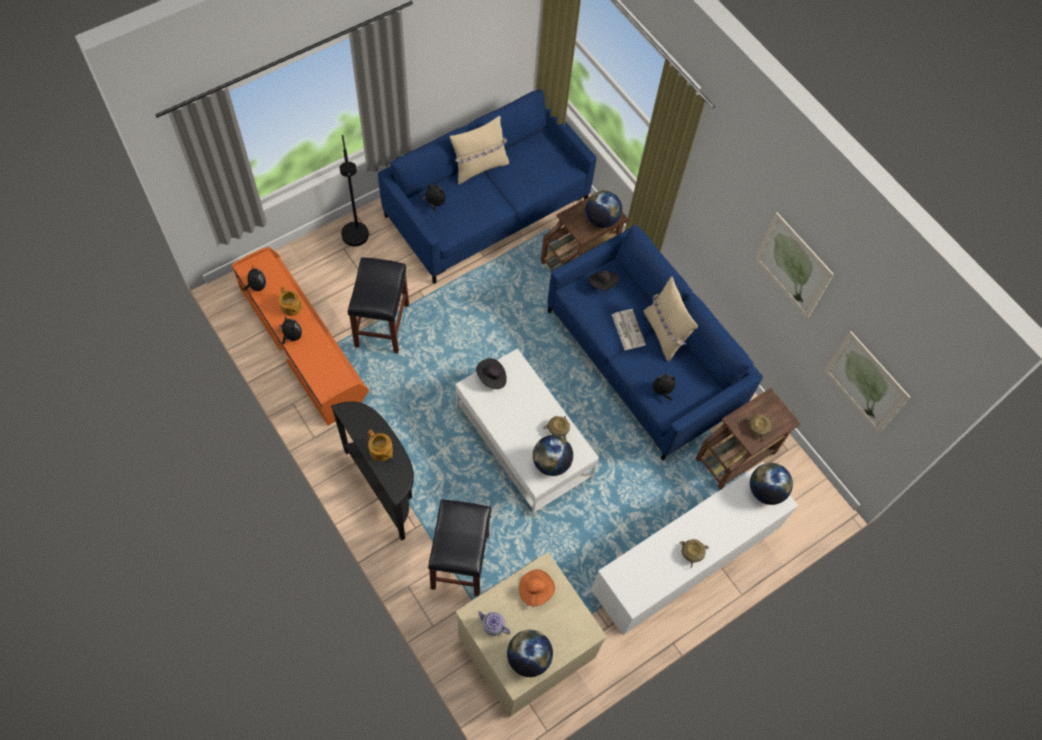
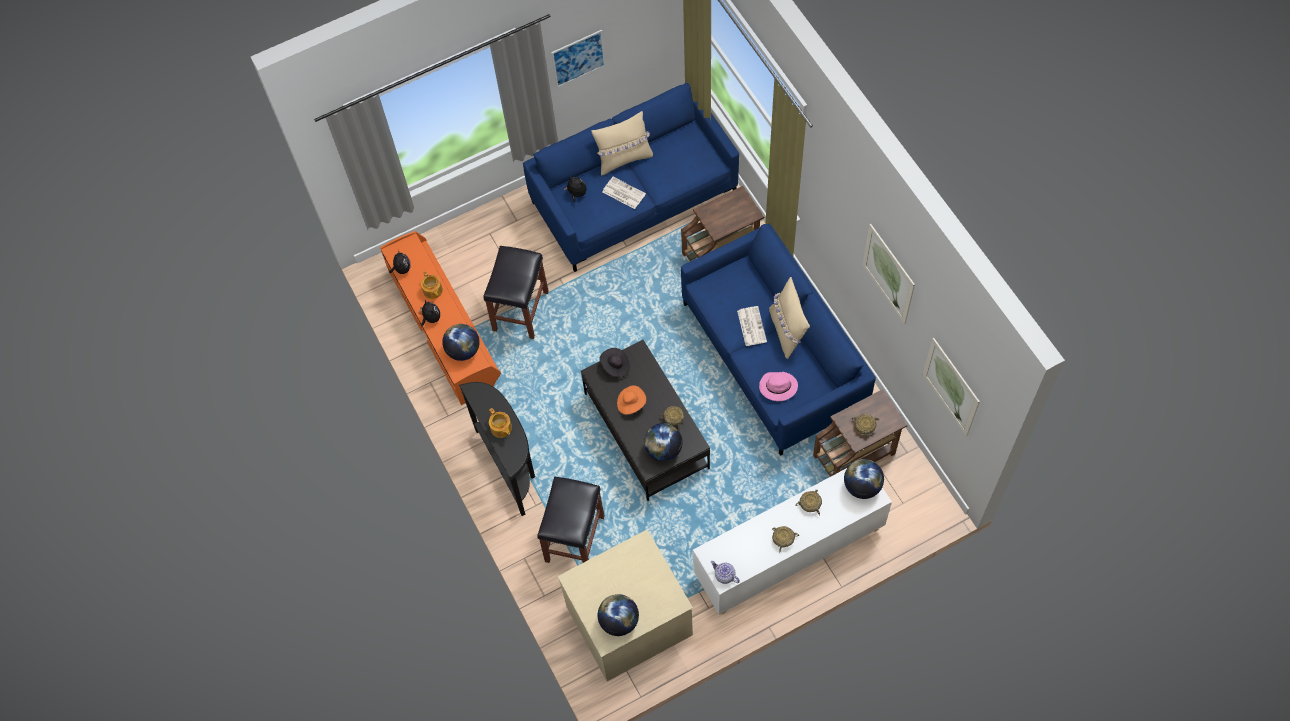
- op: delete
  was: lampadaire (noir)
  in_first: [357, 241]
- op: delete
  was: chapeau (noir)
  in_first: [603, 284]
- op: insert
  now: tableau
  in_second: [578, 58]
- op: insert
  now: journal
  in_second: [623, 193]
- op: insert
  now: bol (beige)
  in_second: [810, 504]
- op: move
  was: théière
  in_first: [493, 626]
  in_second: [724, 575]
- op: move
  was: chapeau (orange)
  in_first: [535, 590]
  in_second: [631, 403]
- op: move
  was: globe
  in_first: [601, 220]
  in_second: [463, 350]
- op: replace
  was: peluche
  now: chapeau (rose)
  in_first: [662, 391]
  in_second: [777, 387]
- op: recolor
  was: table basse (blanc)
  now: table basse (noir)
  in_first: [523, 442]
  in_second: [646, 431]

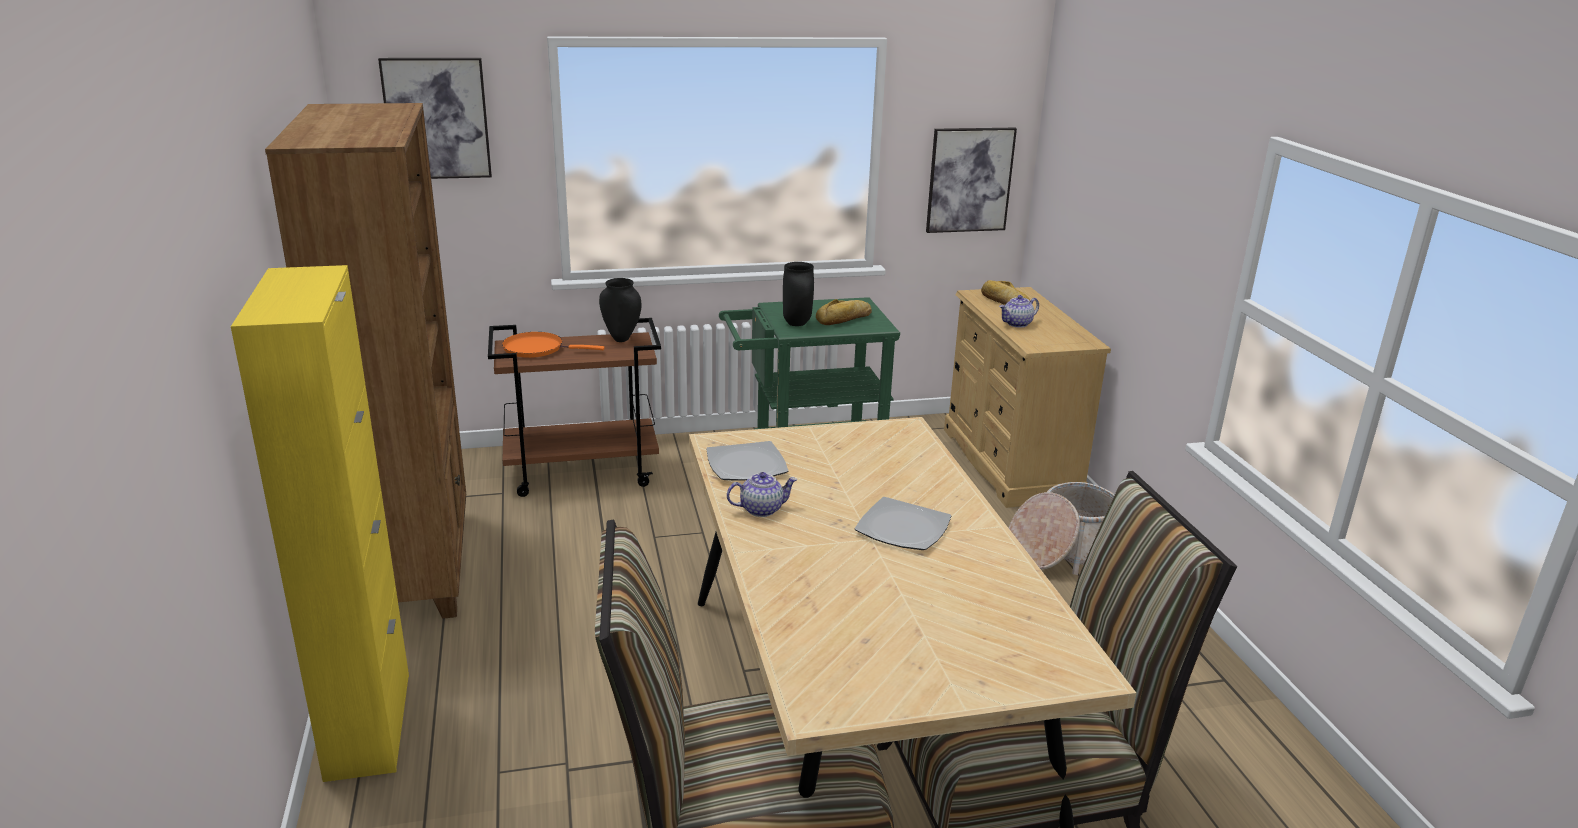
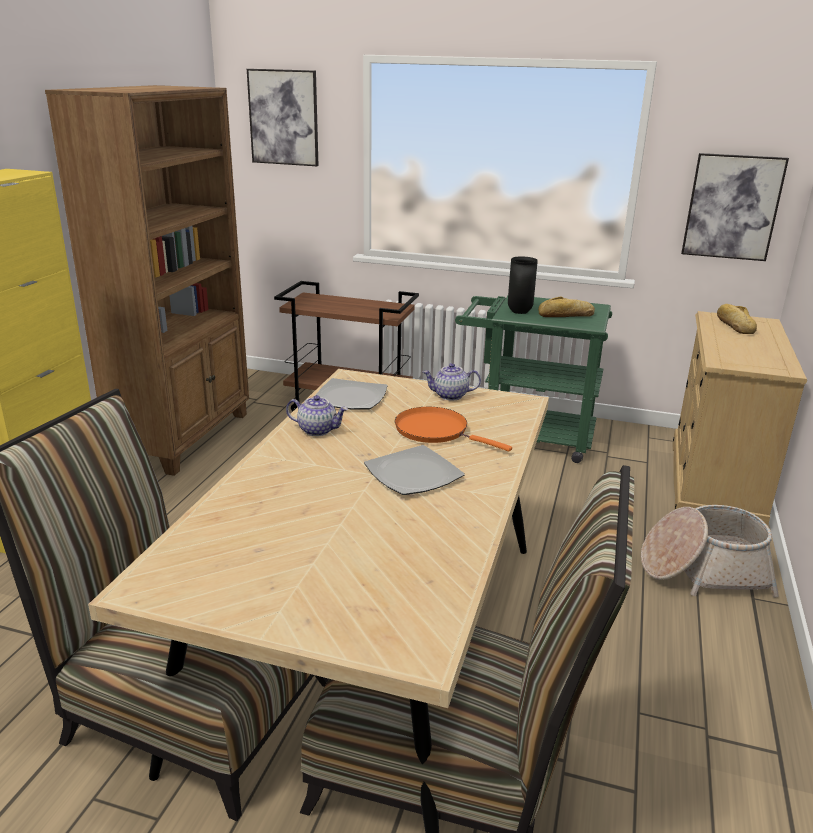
- op: delete
  was: vase (noir)
  in_first: [622, 339]
- op: move
  was: poêle (orange)
  in_first: [537, 349]
  in_second: [436, 431]
- op: move
  was: théière
  in_first: [1017, 324]
  in_second: [450, 396]

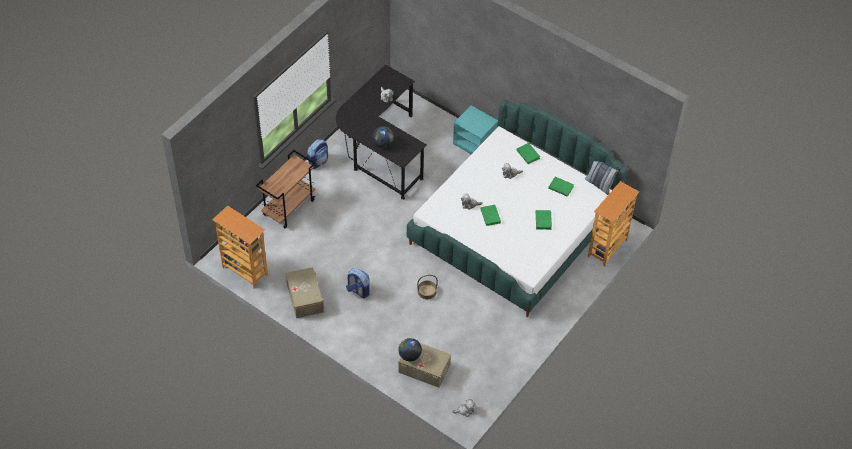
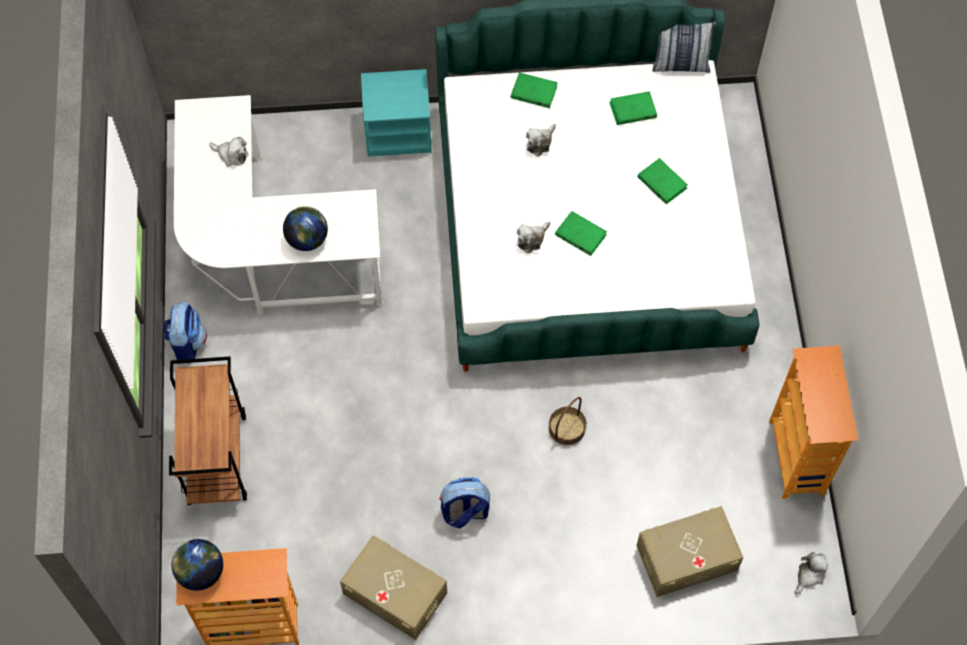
- op: move
  was: globe
  in_first: [409, 355]
  in_second: [201, 572]
- op: move
  was: bibliothèque
  in_first: [607, 248]
  in_second: [797, 458]
- op: recolor
  was: bureau (noir)
  now: bureau (blanc)
  in_first: [379, 150]
  in_second: [266, 250]

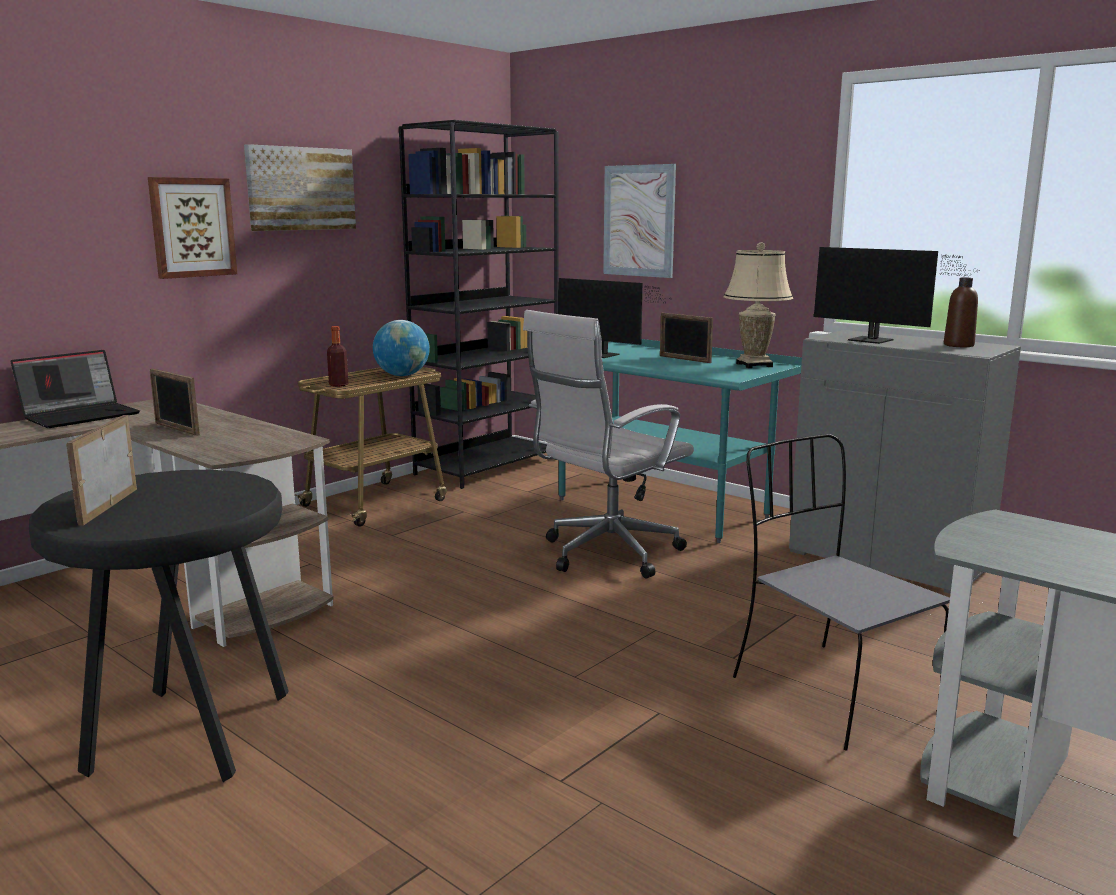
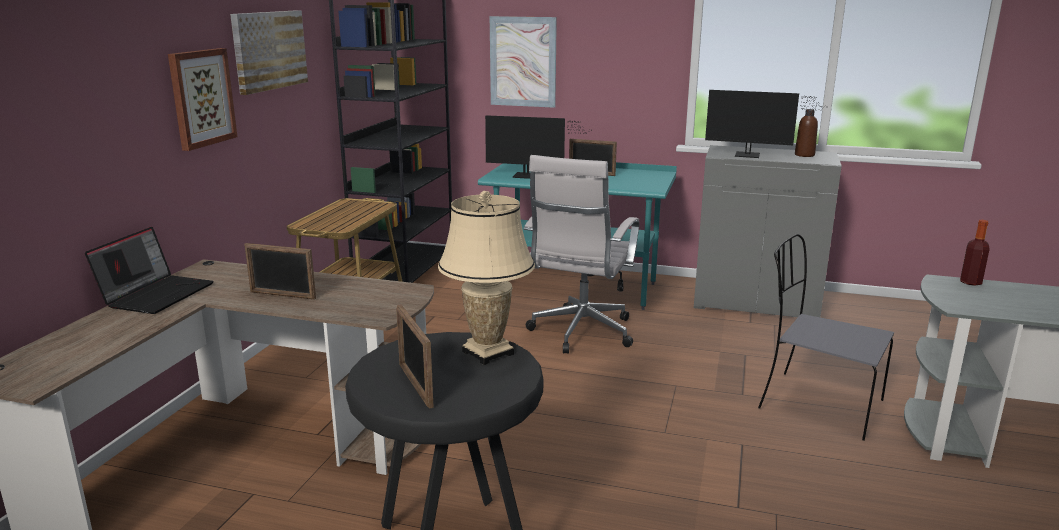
- op: delete
  was: globe
  in_first: [402, 375]
- op: move
  was: bouteille
  in_first: [338, 385]
  in_second: [970, 282]
- op: move
  was: lampe de table (beige)
  in_first: [754, 365]
  in_second: [487, 353]

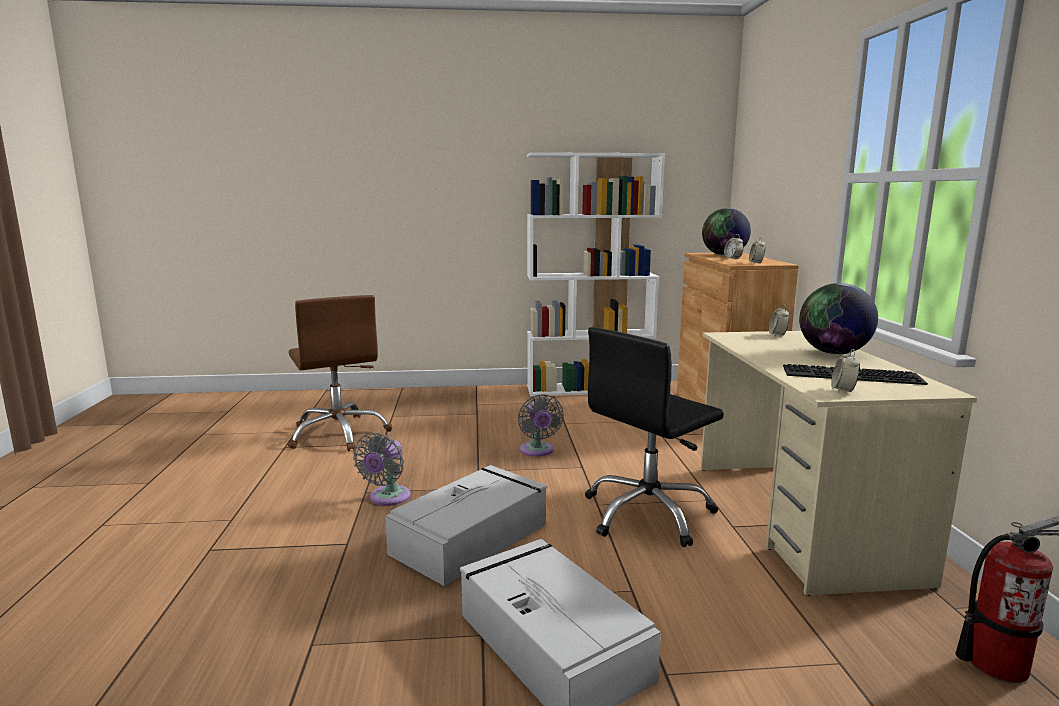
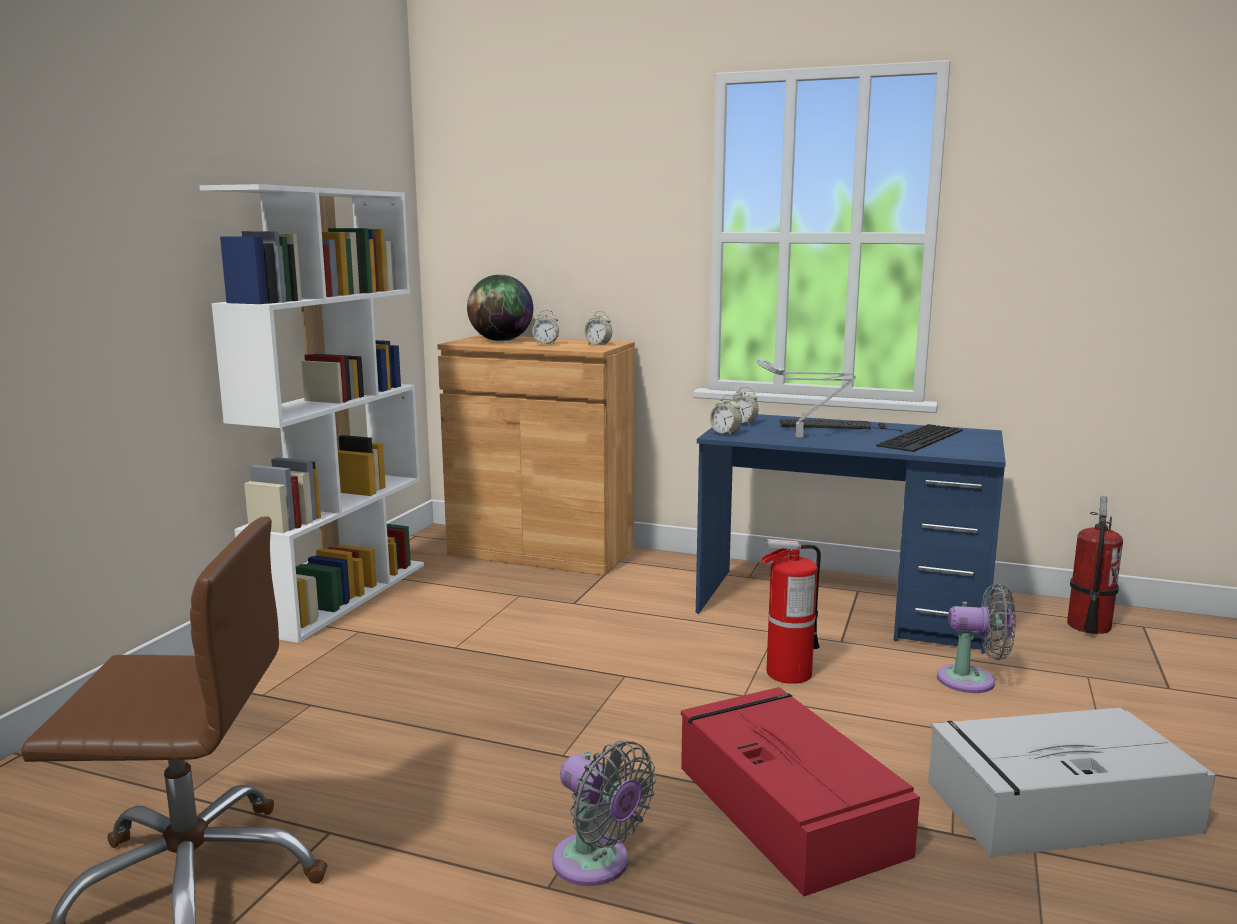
- op: insert
  now: lampe de table (gris)
  in_second: [802, 437]
- op: move
  was: ventilateur (gris)
  in_first: [537, 451]
  in_second: [972, 680]
- op: move
  was: réveil
  in_first: [843, 390]
  in_second: [725, 433]
- op: replace
  was: chaise de bureau (noir)
  now: extincteur
  in_first: [648, 514]
  in_second: [788, 673]
- op: replace
  was: globe
  now: clavier
  in_first: [833, 353]
  in_second: [836, 426]
- op: recolor
  was: boîte de rangement (gris)
  now: boîte de rangement (rouge)
  in_first: [472, 537]
  in_second: [786, 807]
- op: recolor
  was: bureau (beige)
  now: bureau (bleu)
  in_first: [798, 519]
  in_second: [842, 609]

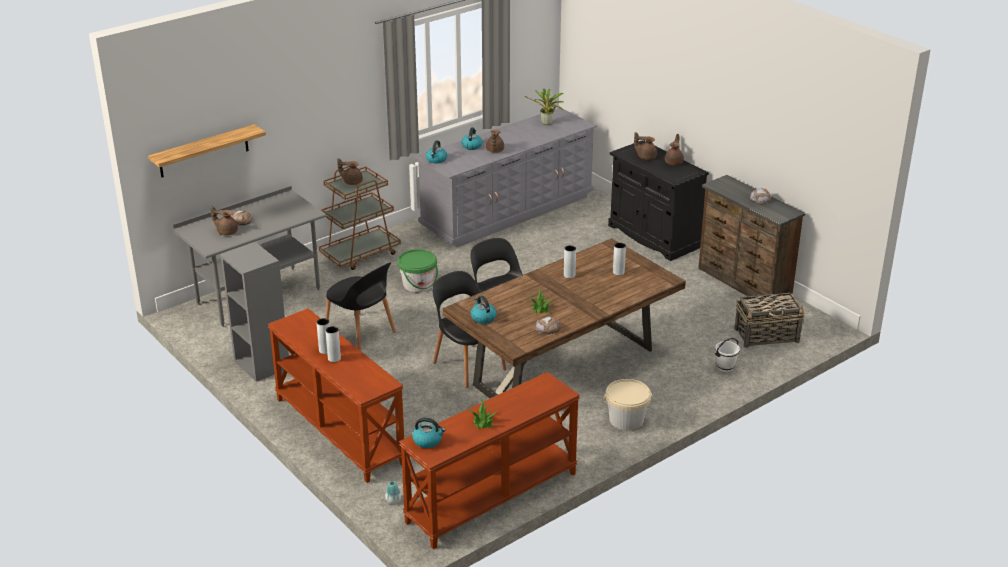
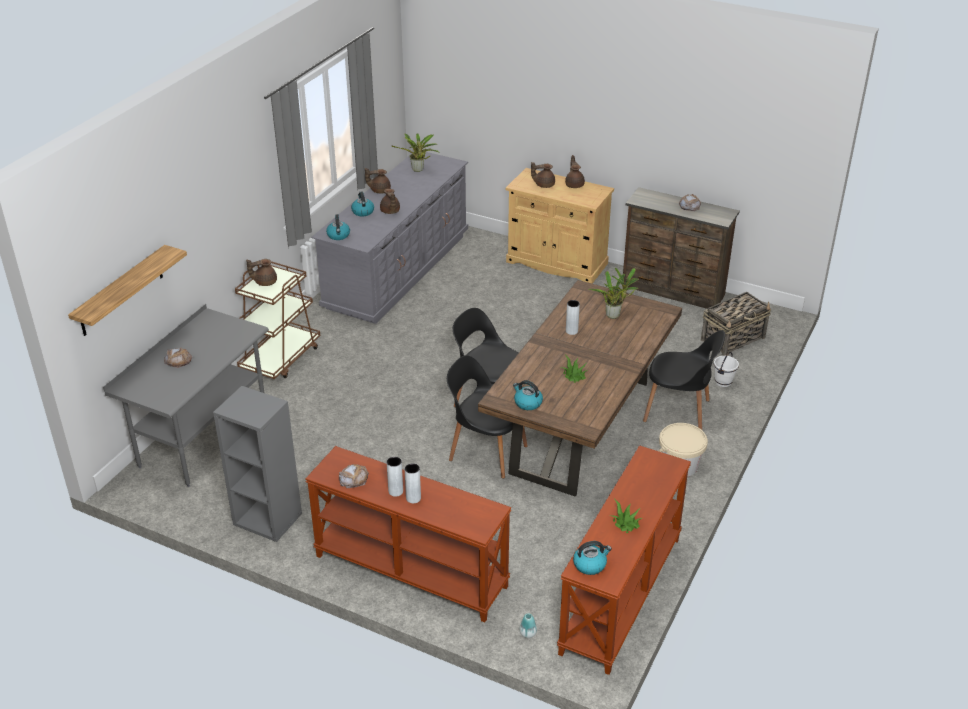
- op: delete
  was: seau (vert)
  in_first: [418, 284]
- op: move
  was: théière (marron)
  in_first: [226, 232]
  in_second: [379, 190]
- op: move
  was: chaise (noir)
  in_first: [361, 333]
  in_second: [679, 411]
- op: move
  was: pain
  in_first: [548, 328]
  in_second: [353, 478]
- op: replace
  was: vase (gris)
  now: plante en pot
  in_first: [618, 272]
  in_second: [614, 315]
- op: recolor
  was: meuble de rangement (noir)
  now: meuble de rangement (beige)
  in_first: [653, 236]
  in_second: [556, 263]

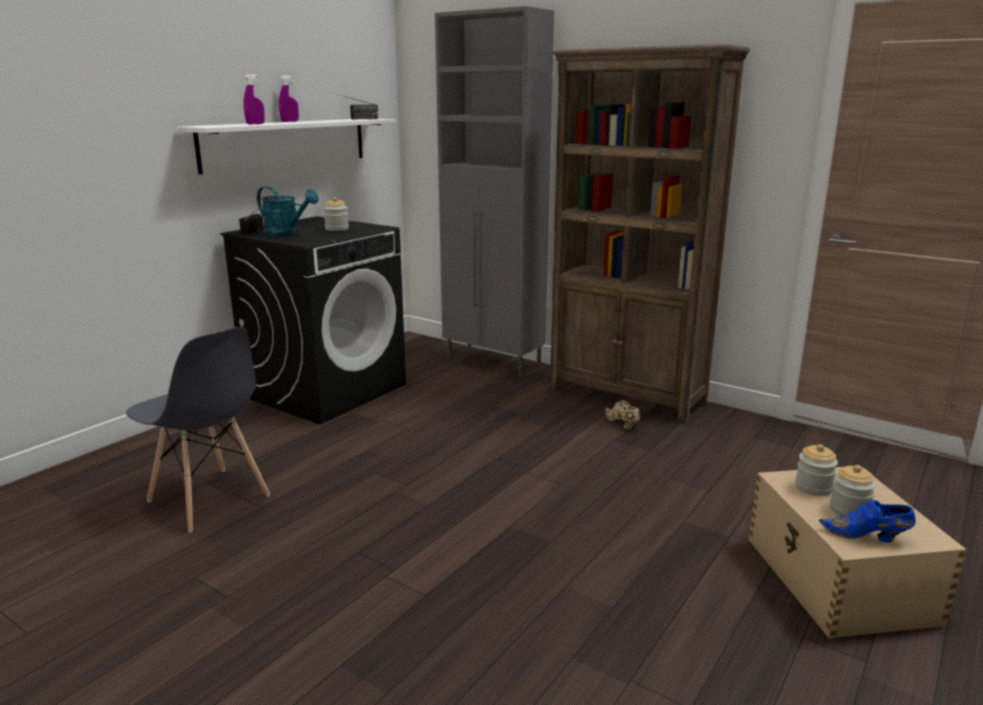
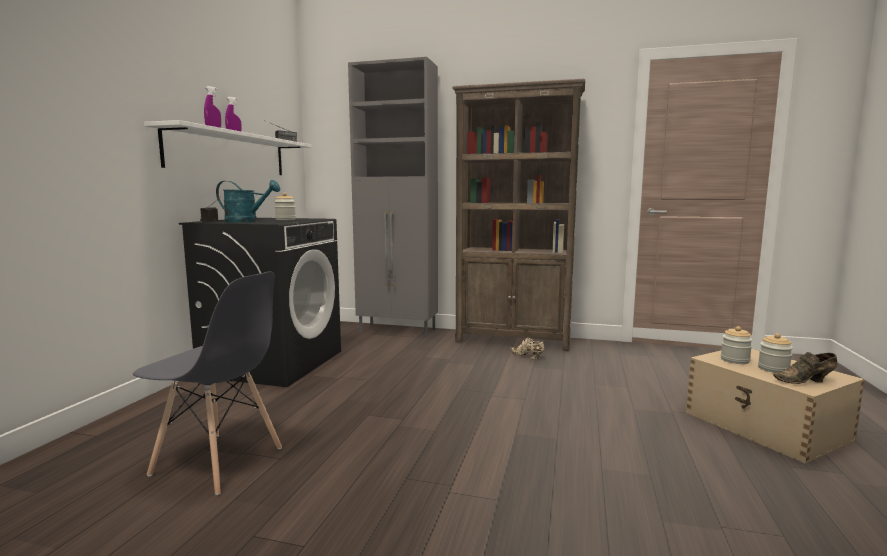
- op: recolor
  was: chaussure (bleu)
  now: chaussure (marron)
  in_first: [867, 537]
  in_second: [806, 381]

